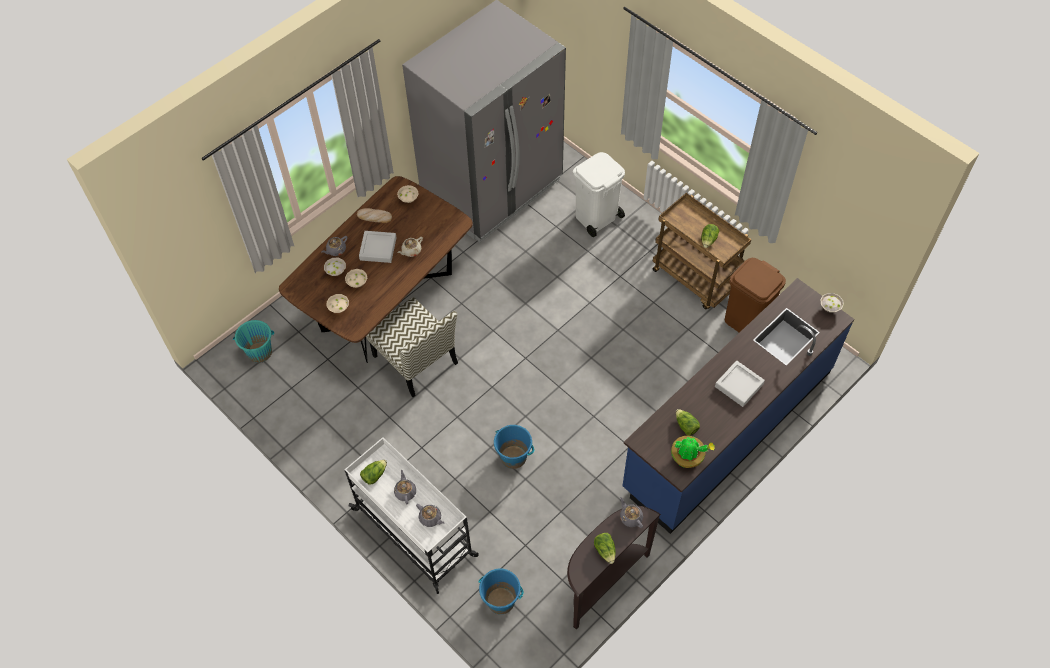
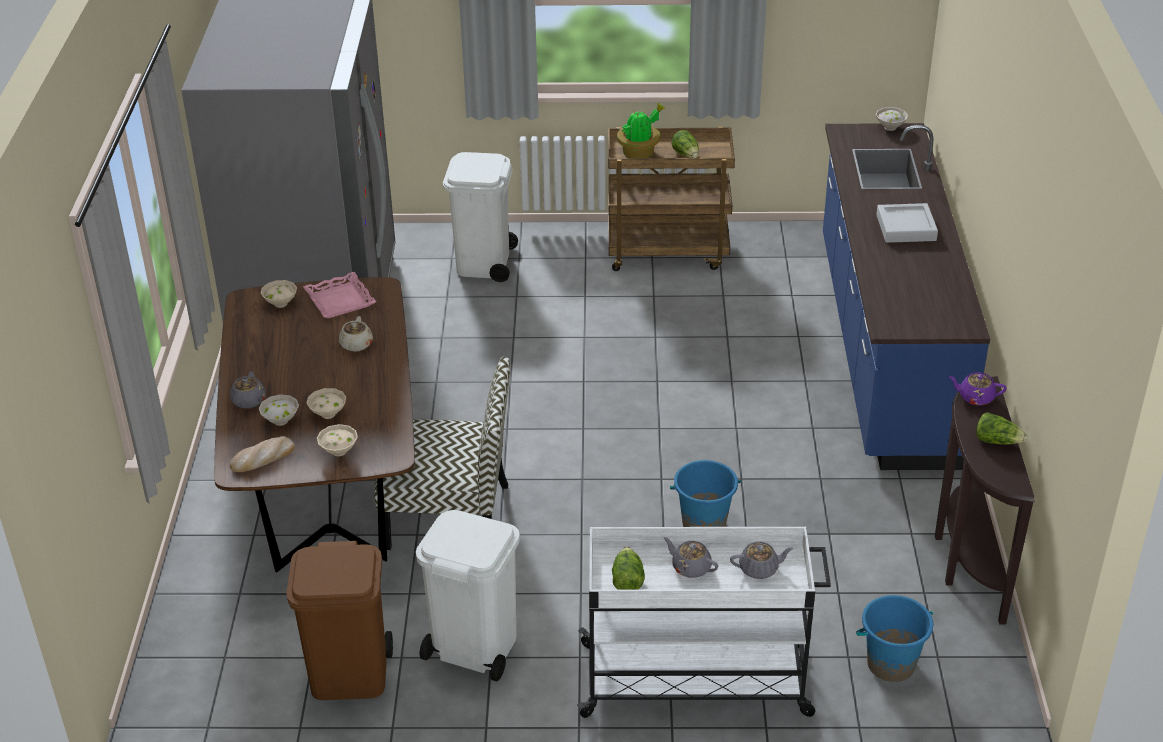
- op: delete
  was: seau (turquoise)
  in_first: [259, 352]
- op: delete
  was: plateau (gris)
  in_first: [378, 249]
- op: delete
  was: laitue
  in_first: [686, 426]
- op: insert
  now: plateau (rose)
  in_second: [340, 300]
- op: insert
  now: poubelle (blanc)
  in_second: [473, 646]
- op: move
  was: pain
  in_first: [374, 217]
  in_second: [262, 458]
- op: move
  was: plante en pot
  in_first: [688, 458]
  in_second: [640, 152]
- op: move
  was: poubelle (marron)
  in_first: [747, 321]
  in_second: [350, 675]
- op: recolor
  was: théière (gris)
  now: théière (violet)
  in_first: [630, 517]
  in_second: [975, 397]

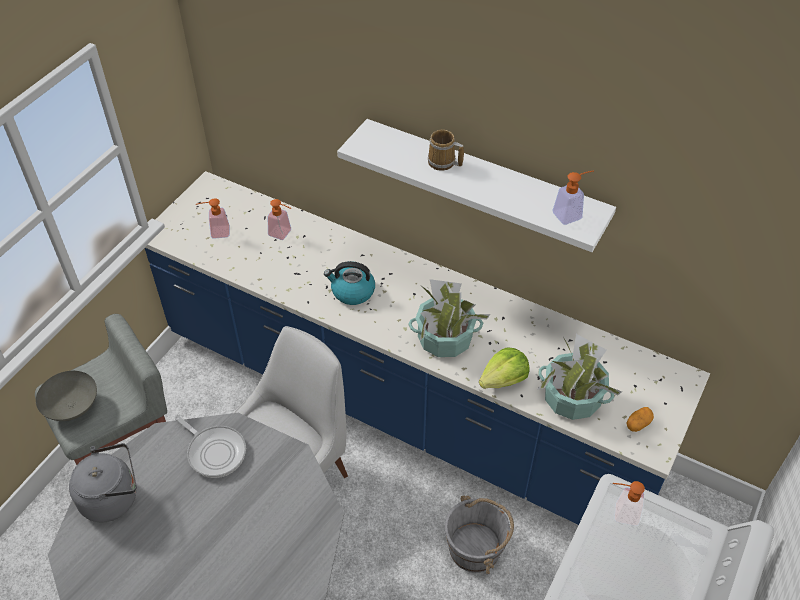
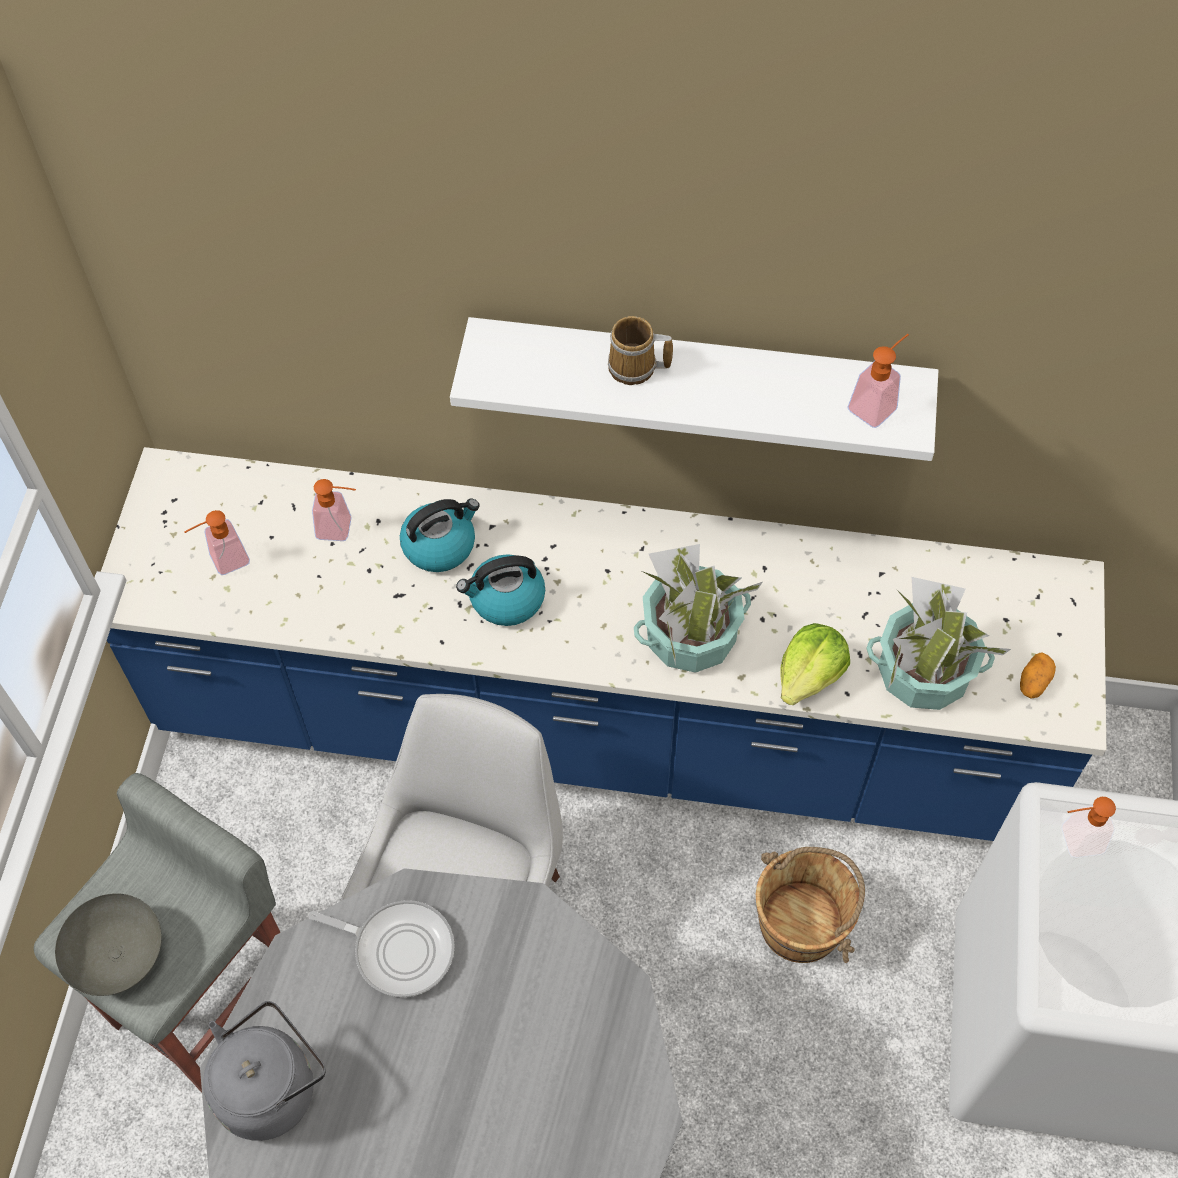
- op: insert
  now: bouilloire
  in_second: [440, 545]
- op: recolor
  was: seau (gris)
  now: seau (marron)
  in_first: [476, 548]
  in_second: [802, 922]

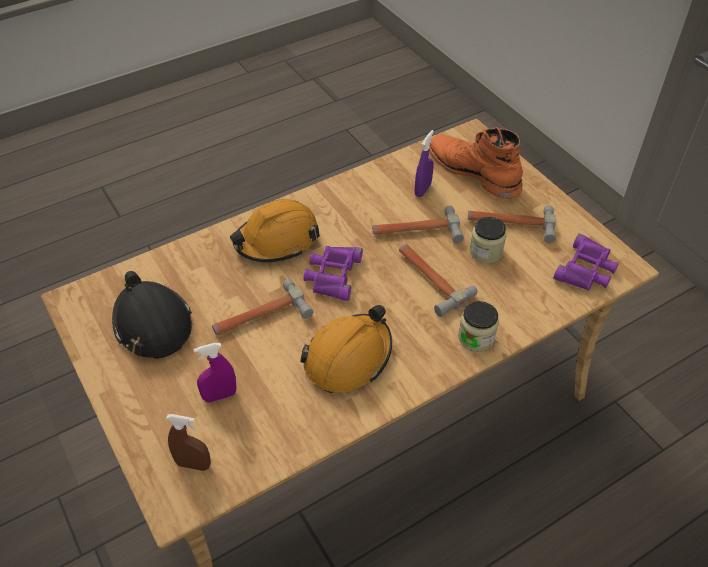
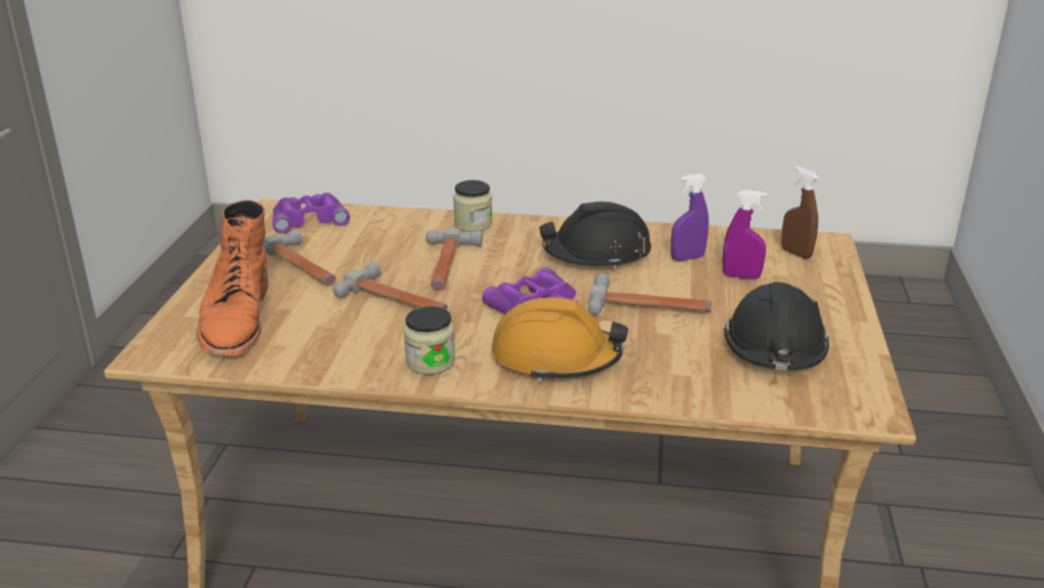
- op: move
  was: vaporisateur (violet)
  in_first: [422, 190]
  in_second: [687, 258]
- op: move
  was: bocal
  in_first: [485, 252]
  in_second: [430, 362]
- op: recolor
  was: casque de chantier (orange)
  now: casque de chantier (noir)
  in_first: [348, 357]
  in_second: [597, 254]

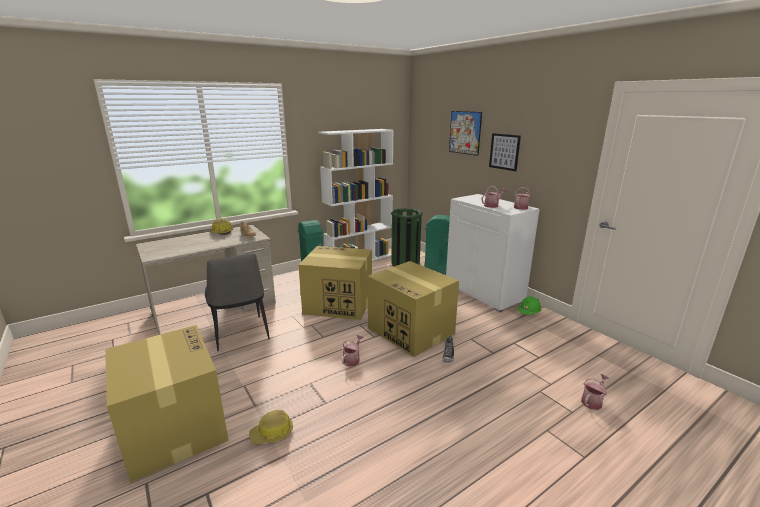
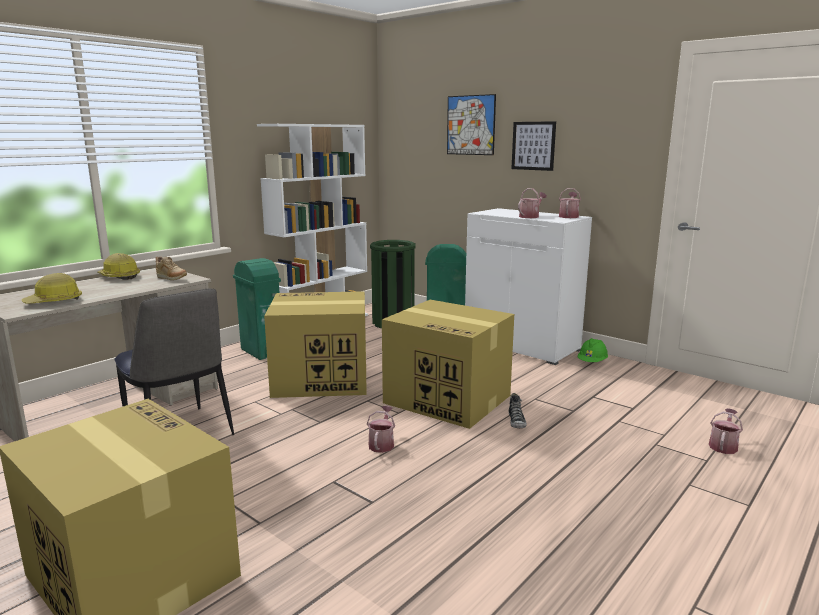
- op: move
  was: casque de chantier
  in_first: [272, 433]
  in_second: [54, 302]

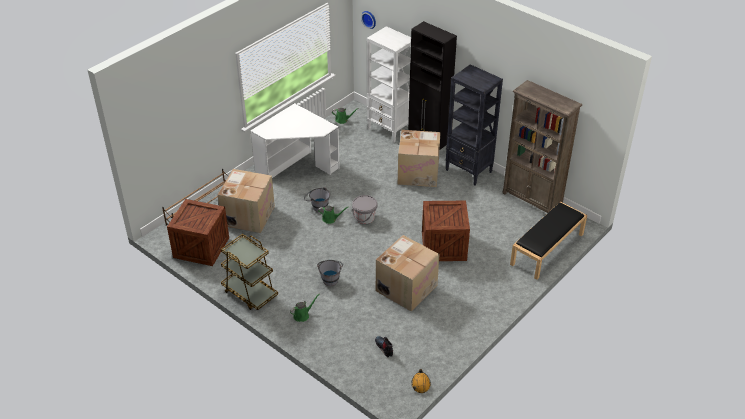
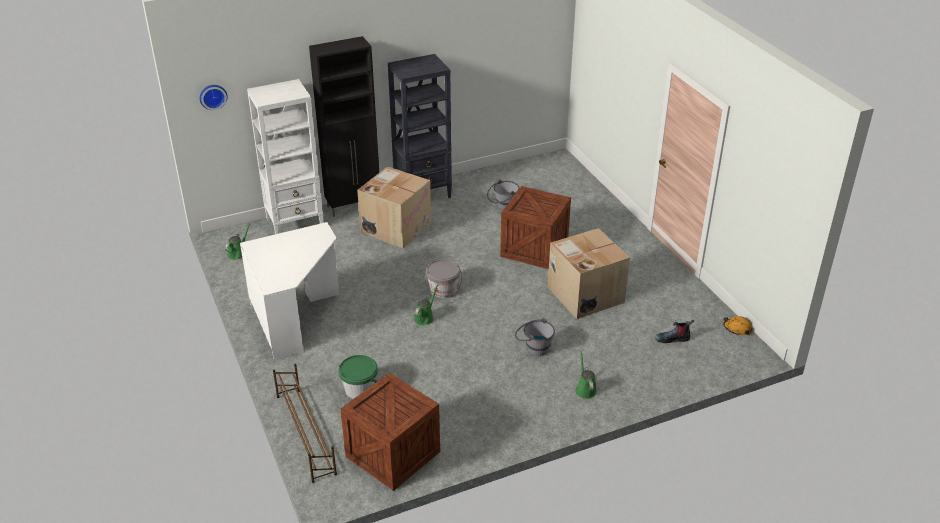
- op: delete
  was: chariot (marron)
  in_first: [249, 293]
- op: delete
  was: bibliothèque (marron)
  in_first: [532, 200]
- op: delete
  was: banc (noir)
  in_first: [547, 249]
- op: move
  was: seau (gris)
  in_first: [317, 206]
  in_second: [502, 206]
- op: replace
  was: carton
  now: seau (vert)
  in_first: [248, 215]
  in_second: [359, 389]

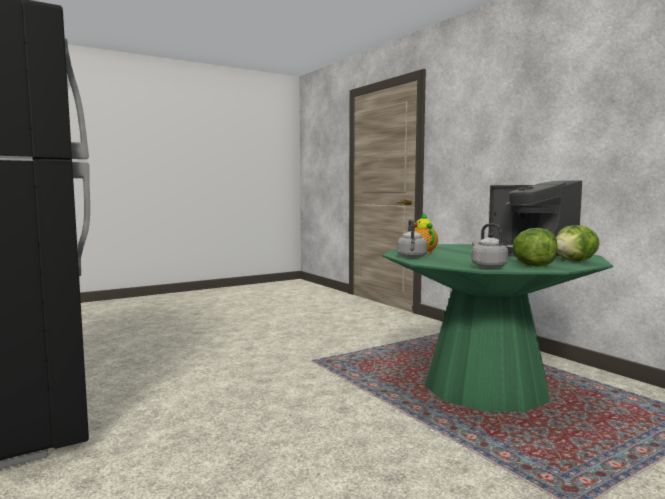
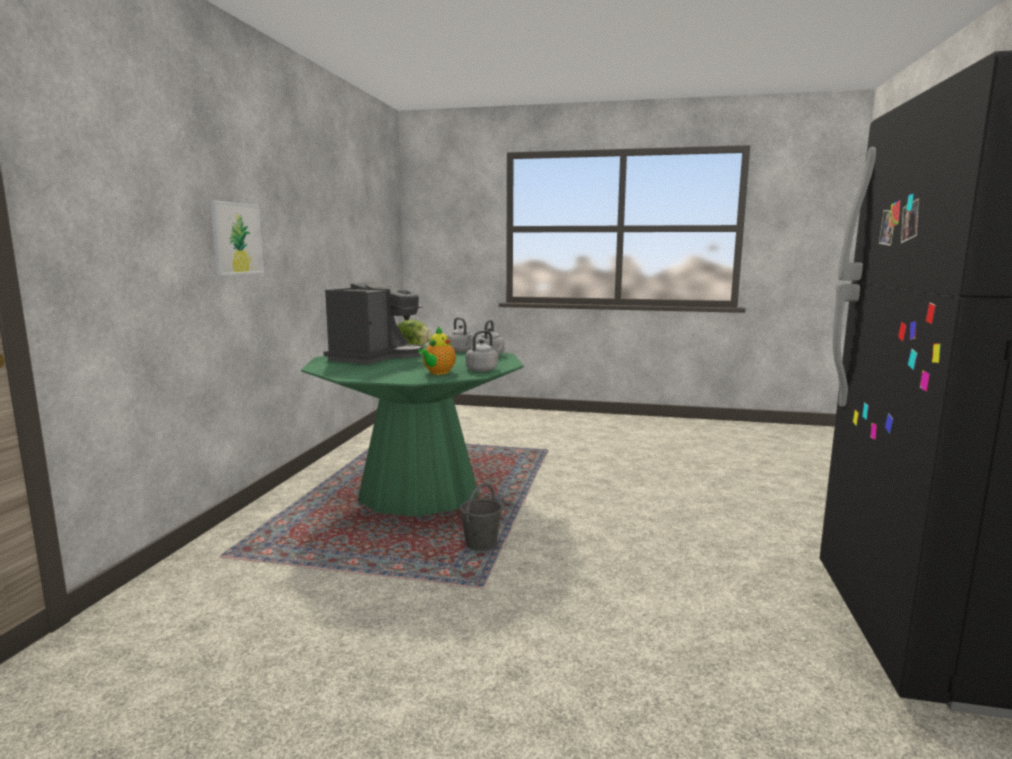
- op: insert
  now: tableau
  in_second: [236, 238]
- op: insert
  now: seau (gris)
  in_second: [481, 544]
- op: replace
  was: laitue
  now: bouilloire (gris)
  in_first: [533, 266]
  in_second: [462, 351]

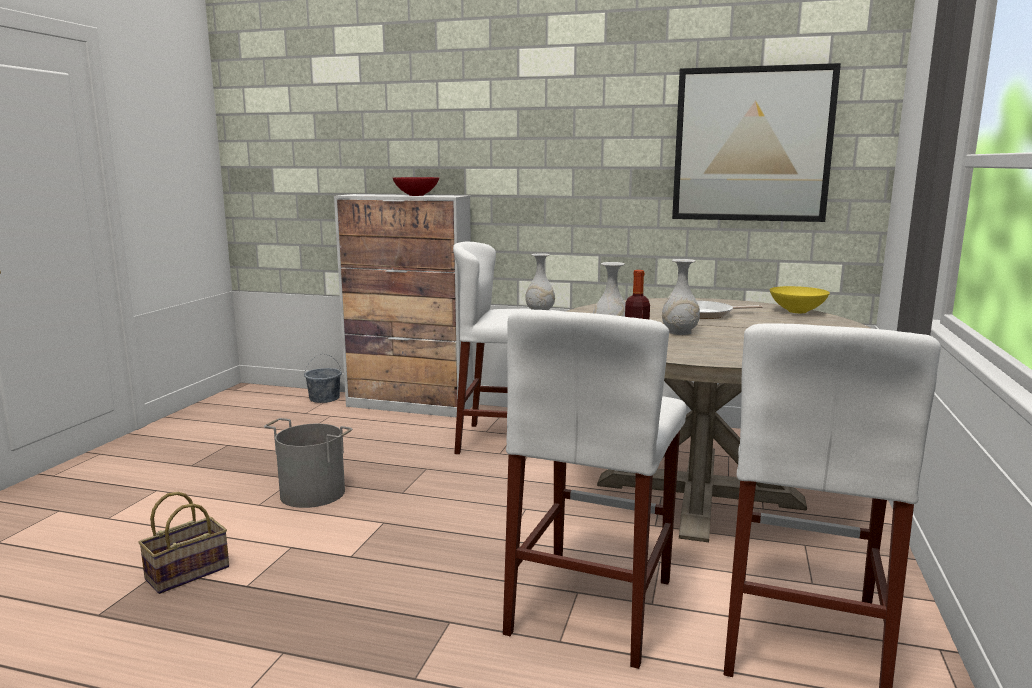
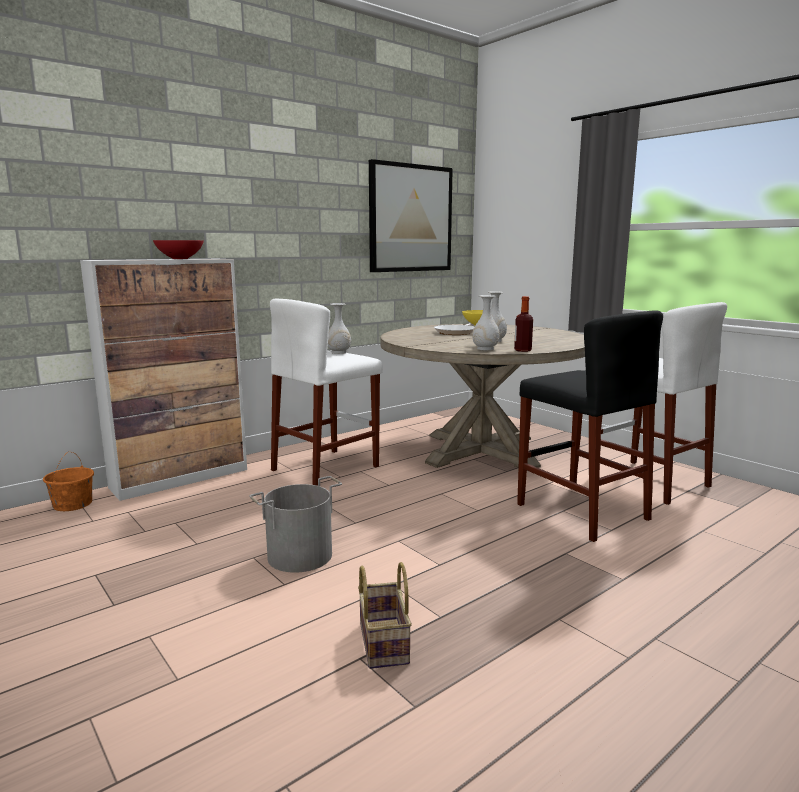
- op: recolor
  was: seau (gris)
  now: seau (orange)
  in_first: [324, 398]
  in_second: [73, 504]
- op: recolor
  was: tabouret (blanc)
  now: tabouret (noir)
  in_first: [591, 606]
  in_second: [581, 511]

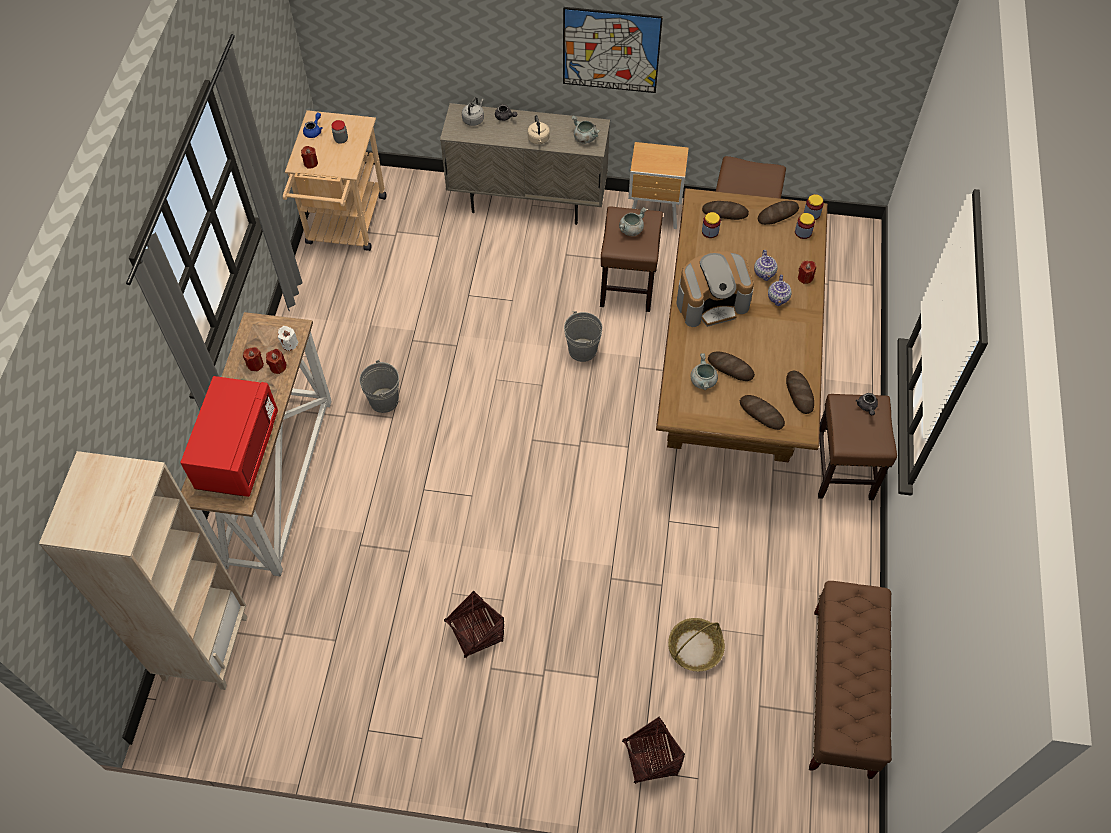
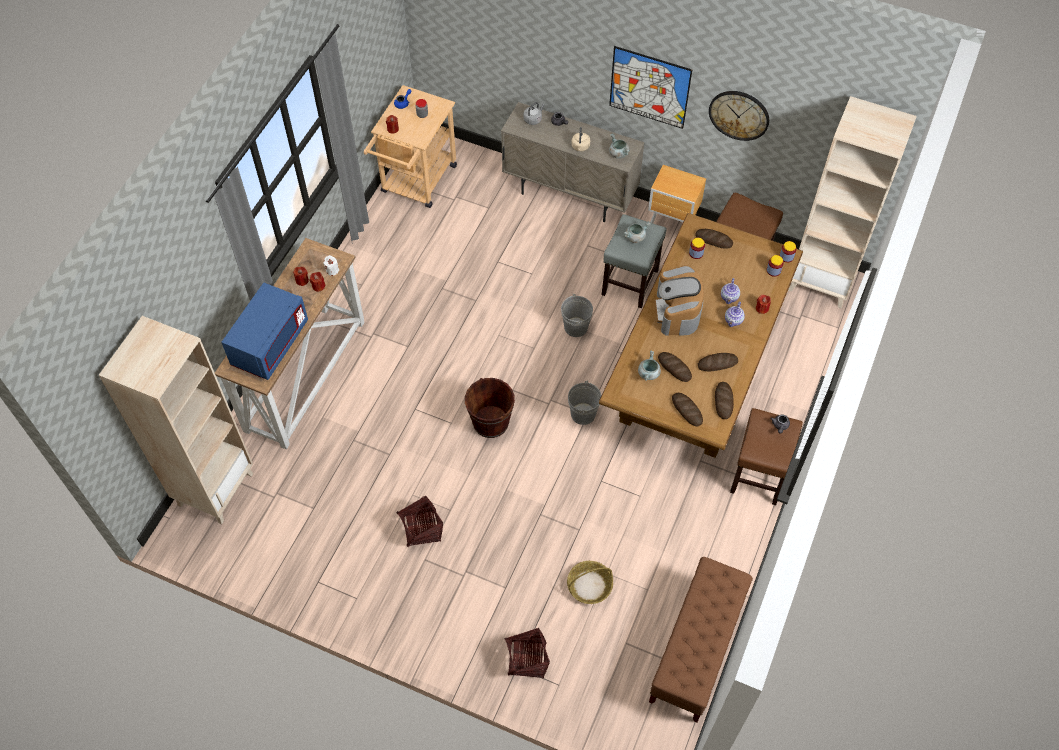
- op: insert
  now: seau (marron)
  in_second: [490, 422]
- op: insert
  now: horloge murale
  in_second: [739, 115]
- op: insert
  now: bibliothèque (beige)
  in_second: [821, 282]
- op: move
  was: seau (gris)
  in_first: [384, 400]
  in_second: [583, 414]
- op: move
  was: pain
  in_first: [777, 214]
  in_second: [717, 363]
- op: recolor
  was: micro-ondes (rouge)
  now: micro-ondes (bleu)
  in_first: [238, 451]
  in_second: [270, 344]
- op: recolor
  was: tabouret (marron)
  now: tabouret (gris)
  in_first: [627, 285]
  in_second: [630, 281]
- op: rotate
  was: machine à café
  in_first: [712, 302]
  in_second: [677, 312]
  clockwise: 90

